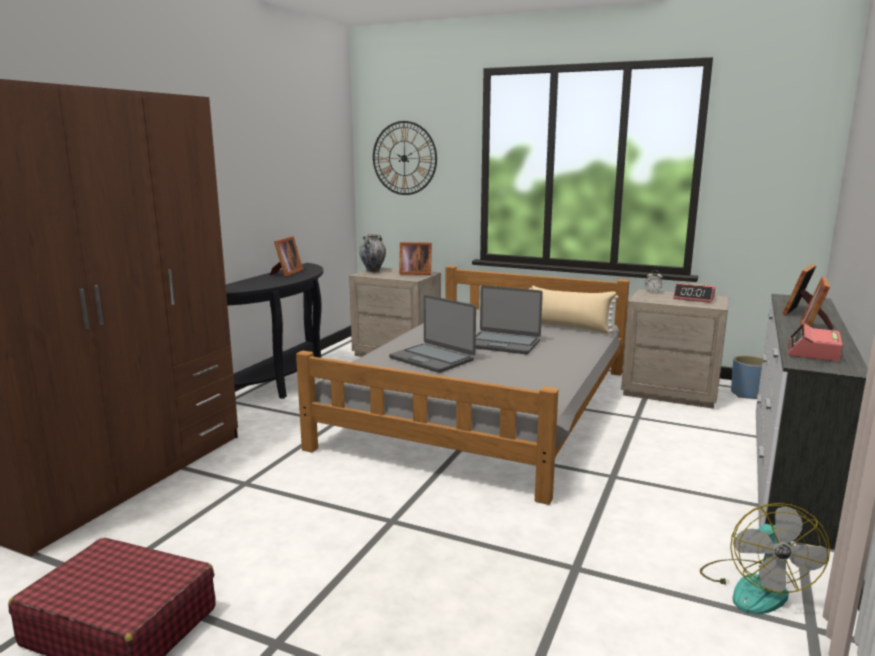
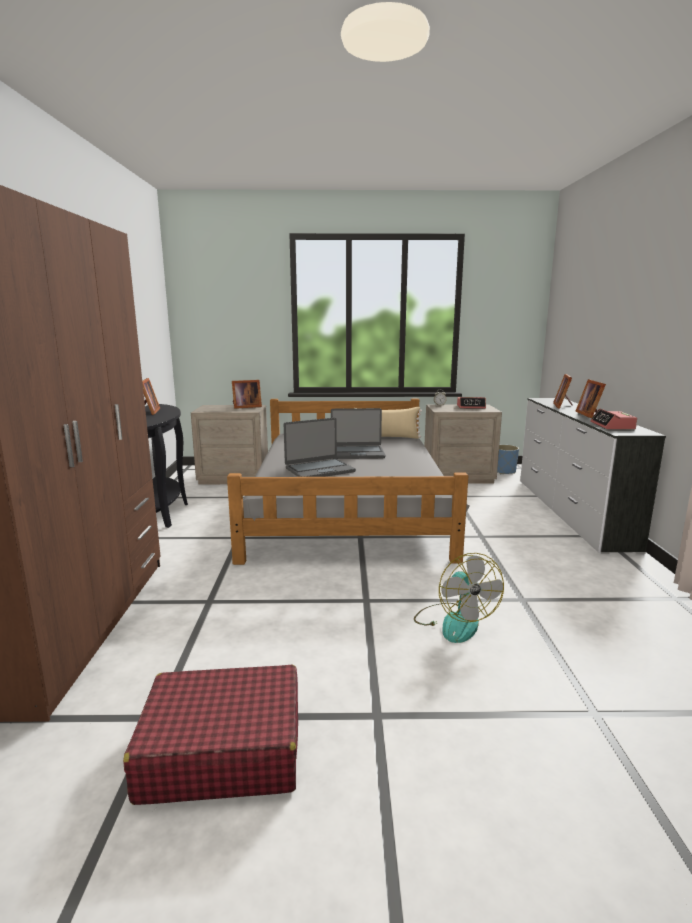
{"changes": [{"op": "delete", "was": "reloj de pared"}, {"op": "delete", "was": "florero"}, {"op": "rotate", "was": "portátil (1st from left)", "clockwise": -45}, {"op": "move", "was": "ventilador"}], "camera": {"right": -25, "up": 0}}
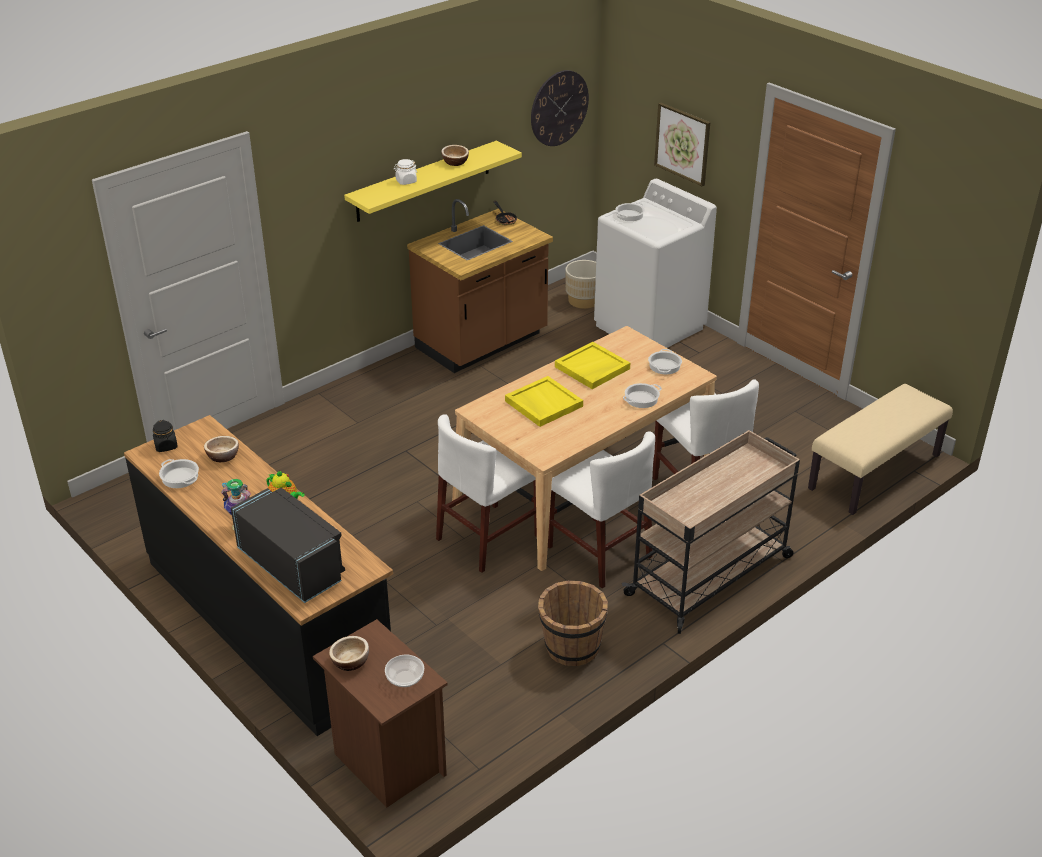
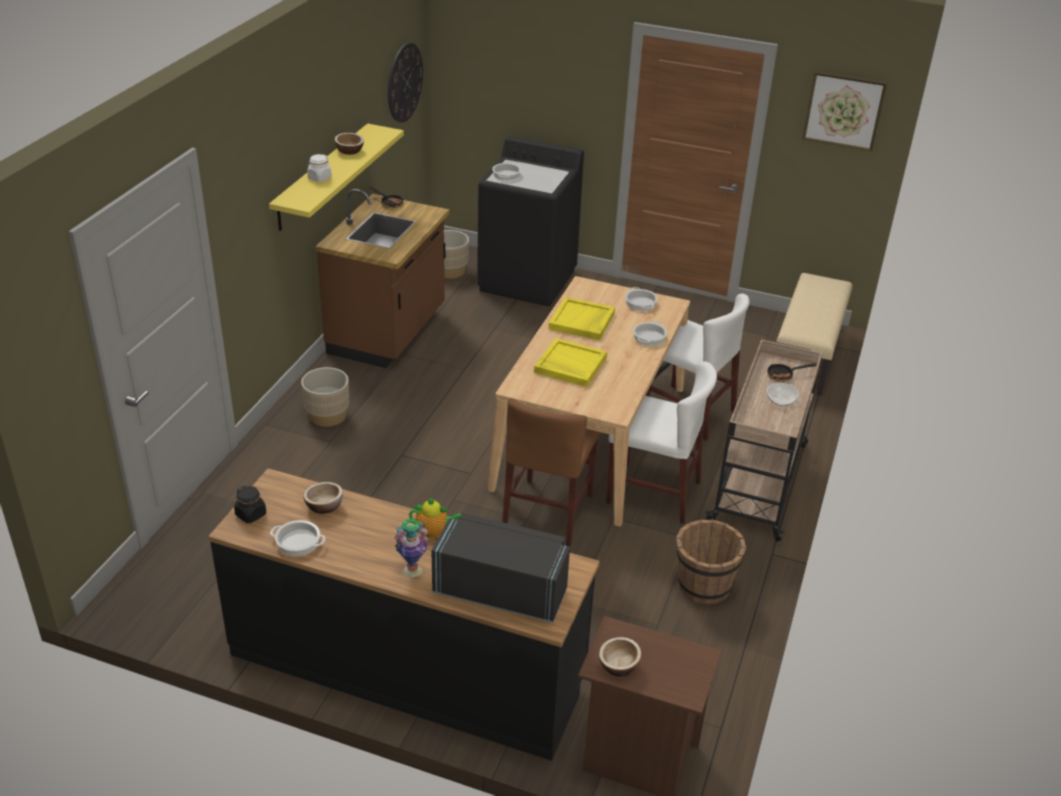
{"changes": [{"op": "move", "was": "cuadro"}, {"op": "recolor", "was": "lavadora (blanco)", "now": "lavadora (negro)"}, {"op": "recolor", "was": "silla (blanco) (1st from left)", "now": "silla (marrón)"}, {"op": "move", "was": "cuenco (3rd from left in the first image)", "now": "cuenco (4th from left)"}, {"op": "insert", "now": "sartén (2nd from left)"}, {"op": "insert", "now": "maceta (beis) (1st from left)"}], "camera": {"right": -30, "up": 0}}
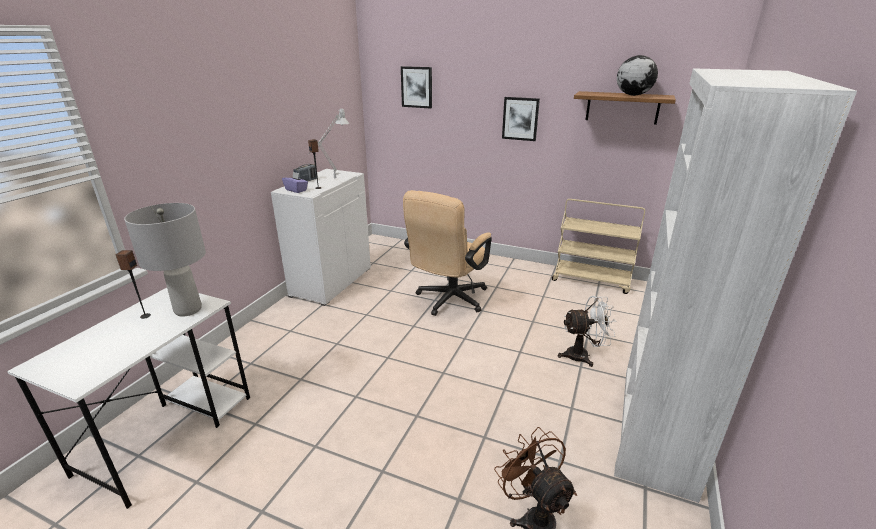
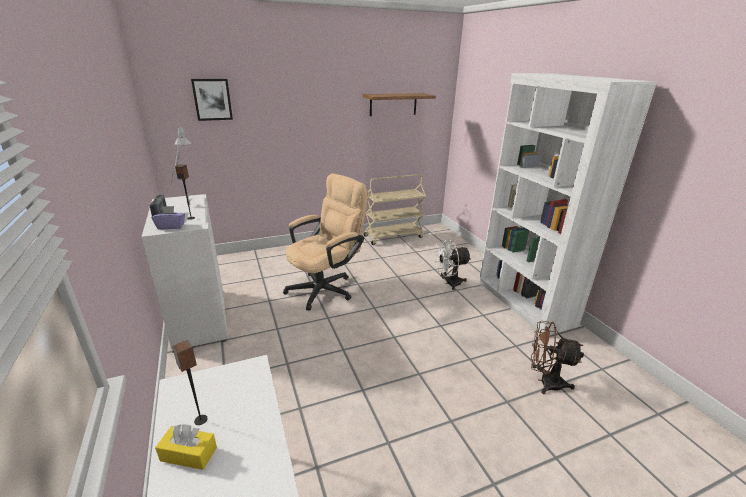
{"changes": [{"op": "delete", "was": "globo terráqueo"}, {"op": "delete", "was": "cuadro (2nd from left)"}, {"op": "rotate", "was": "silla de oficina (beis)", "clockwise": -120}, {"op": "delete", "was": "lámpara de mesa (gris) (1st from left)"}, {"op": "rotate", "was": "ventilador (blanco)", "clockwise": -150}, {"op": "insert", "now": "caja de pañuelos (amarillo)"}], "camera": {"right": -45, "up": 0}}
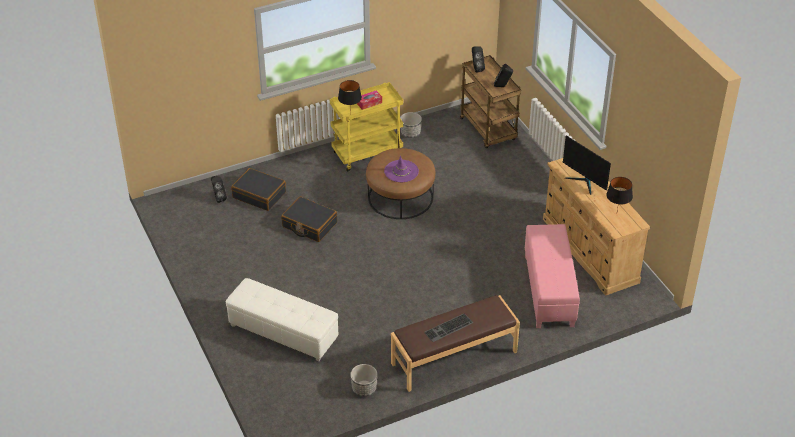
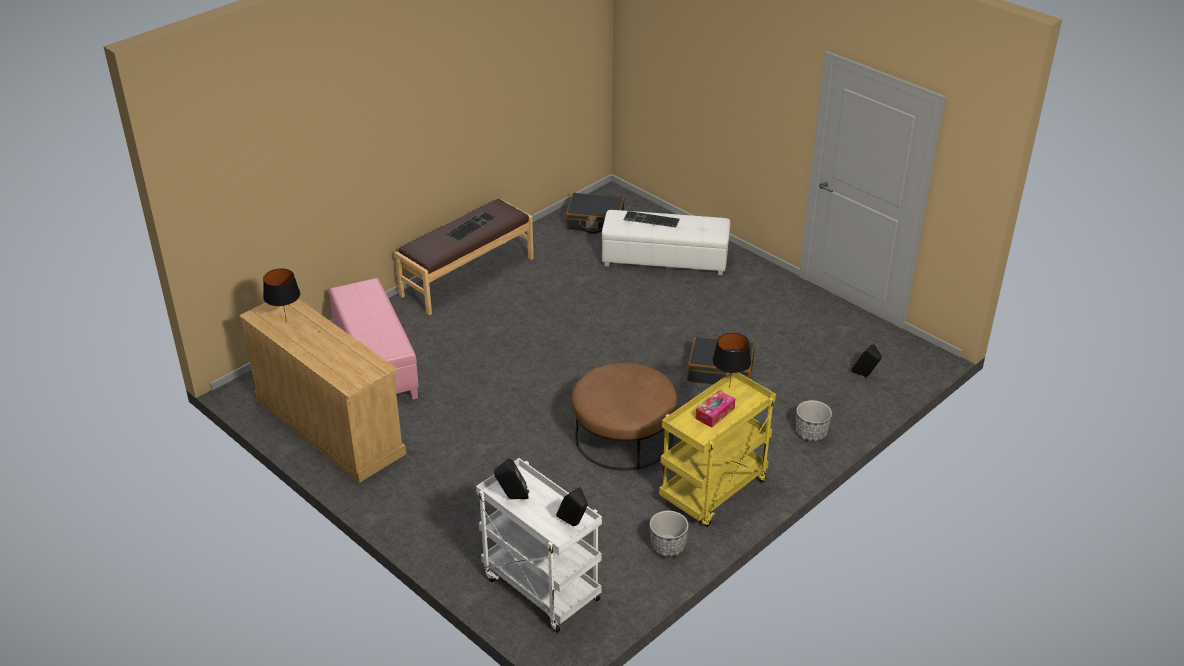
{"changes": [{"op": "recolor", "was": "carrito (marrón)", "now": "carrito (blanco)"}, {"op": "delete", "was": "monitor"}, {"op": "delete", "was": "sombrero (morado)"}, {"op": "move", "was": "maleta (negro) (1st from left)"}, {"op": "move", "was": "maceta (1st from left in the first image)", "now": "maceta (2nd from left)"}, {"op": "insert", "now": "teclado (2nd from left)"}], "camera": {"right": 160, "up": -5}}
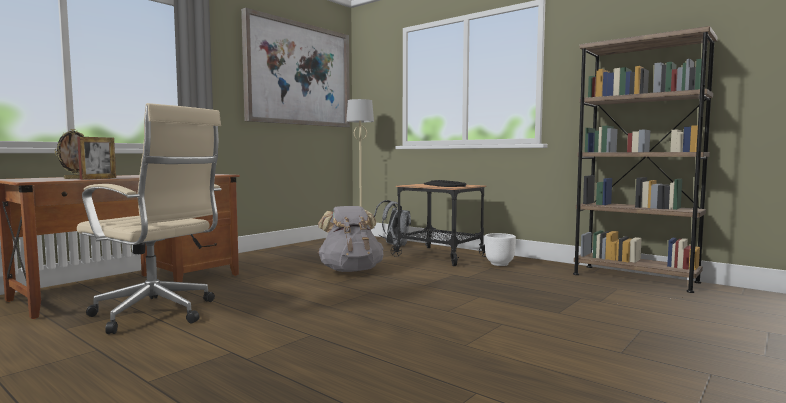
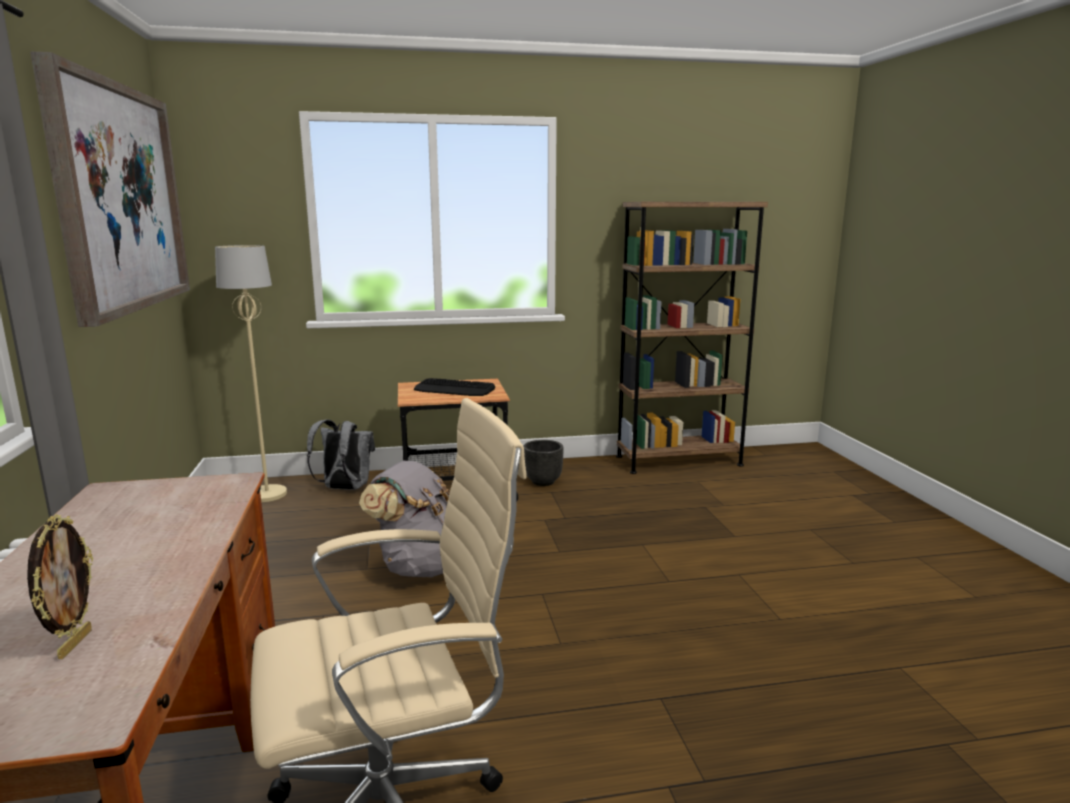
{"changes": [{"op": "delete", "was": "portarretratos (2nd from left)"}, {"op": "recolor", "was": "maceta (blanco)", "now": "maceta (negro)"}], "camera": {"right": -50, "up": 10}}
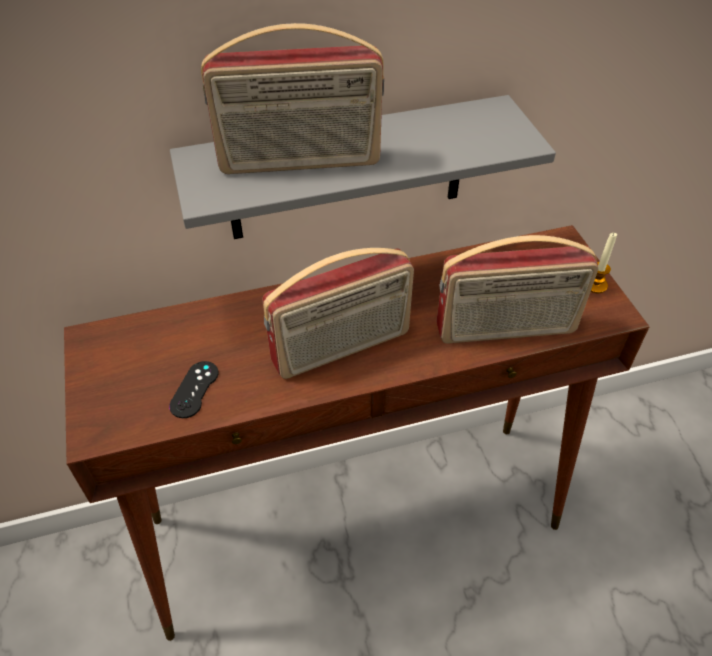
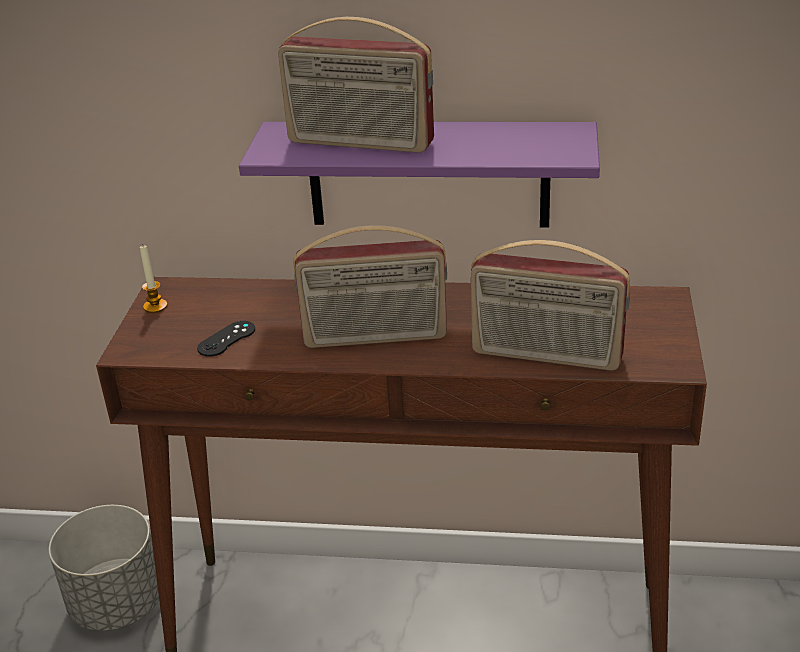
{"changes": [{"op": "recolor", "was": "estante (gris)", "now": "estante (morado)"}, {"op": "move", "was": "vela"}, {"op": "insert", "now": "maceta (gris)"}], "camera": {"right": 25, "up": -15}}
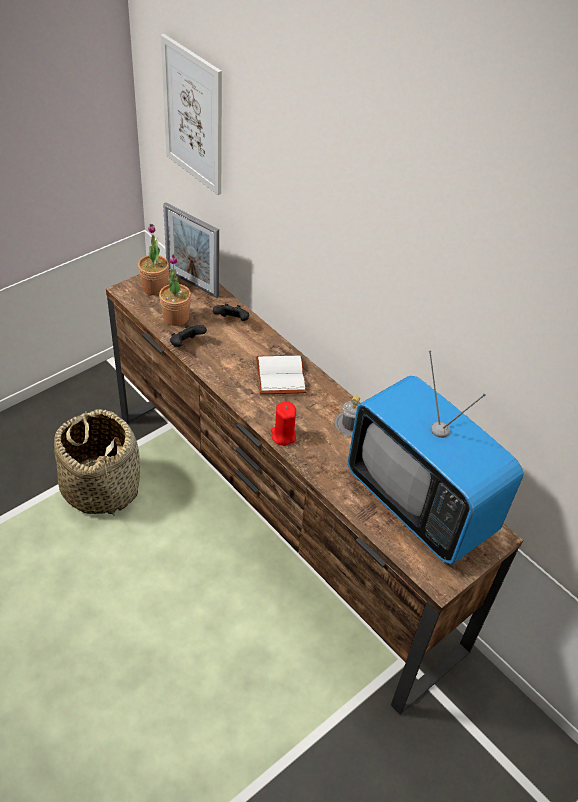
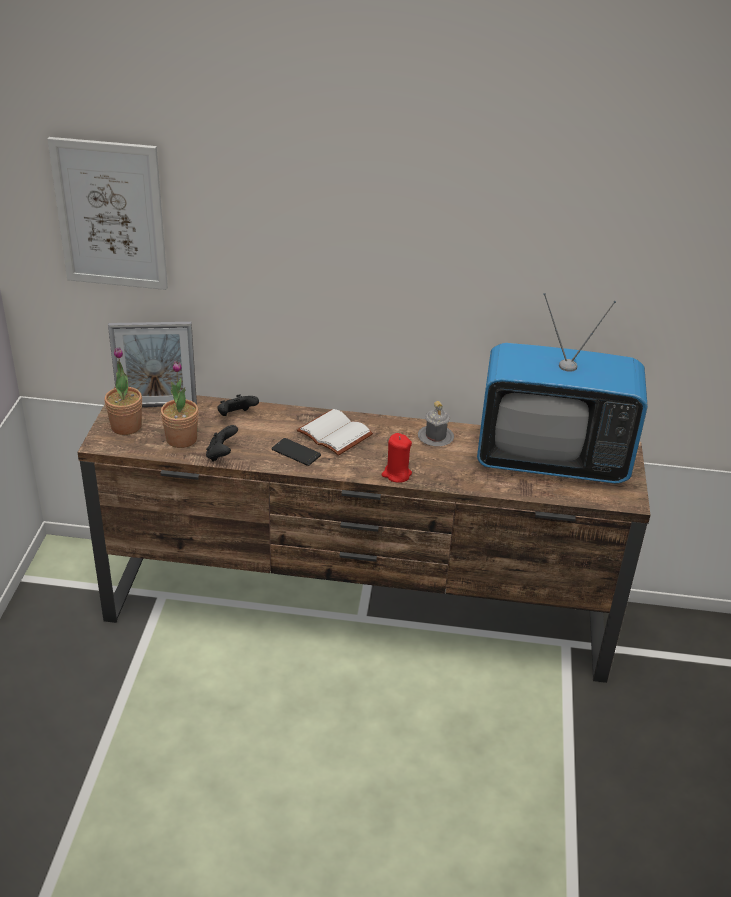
{"changes": [{"op": "delete", "was": "cesta"}, {"op": "insert", "now": "móvil"}], "camera": {"right": -40, "up": -10}}
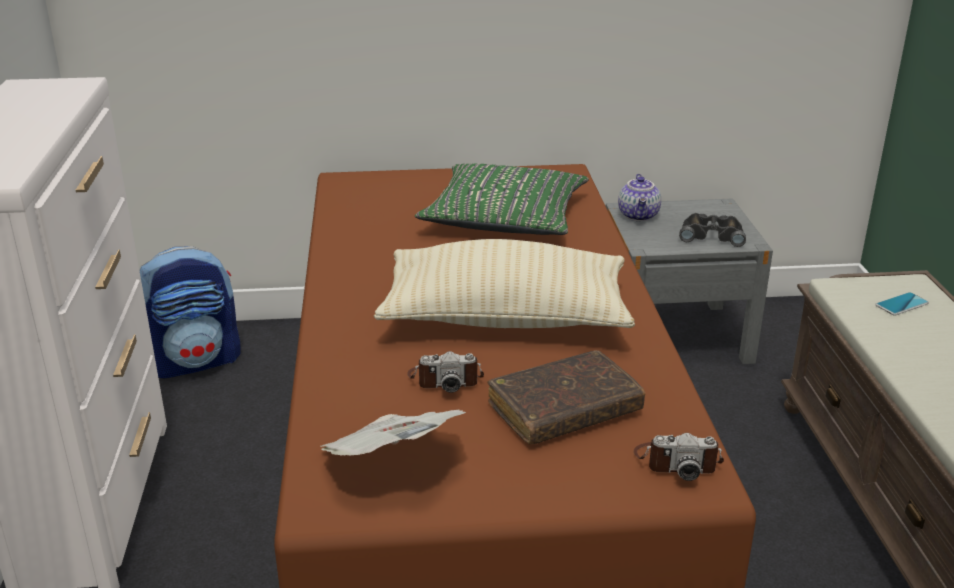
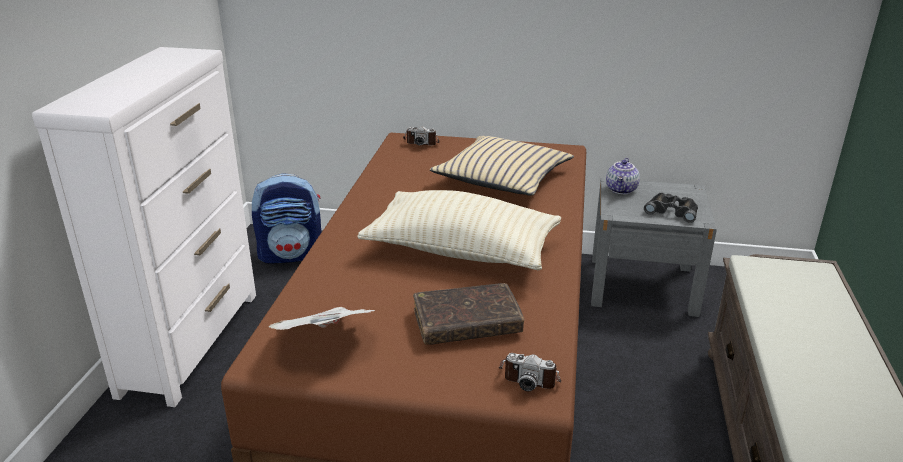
{"changes": [{"op": "recolor", "was": "cojín (verde)", "now": "cojín (beis) (2nd from left)"}, {"op": "delete", "was": "móvil"}, {"op": "move", "was": "cámara (1st from left)"}], "camera": {"right": 15, "up": 0}}
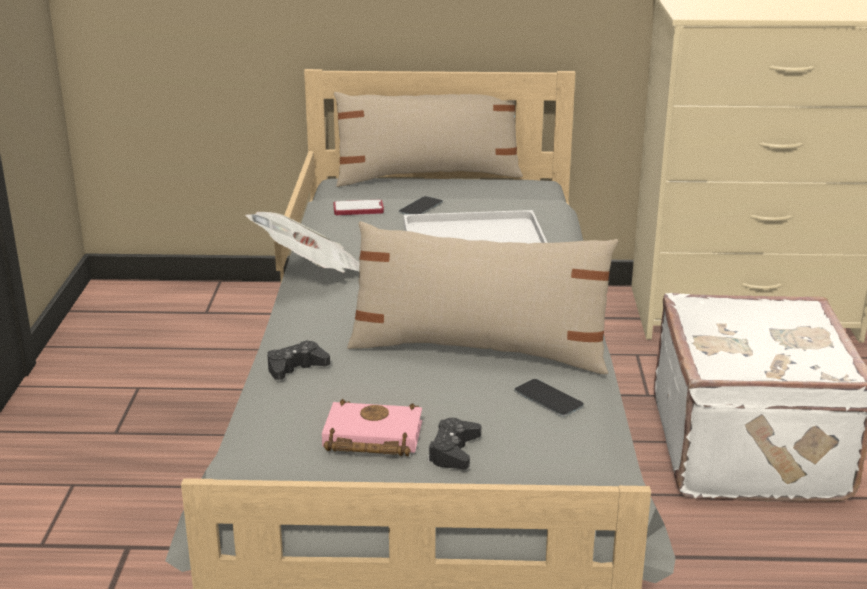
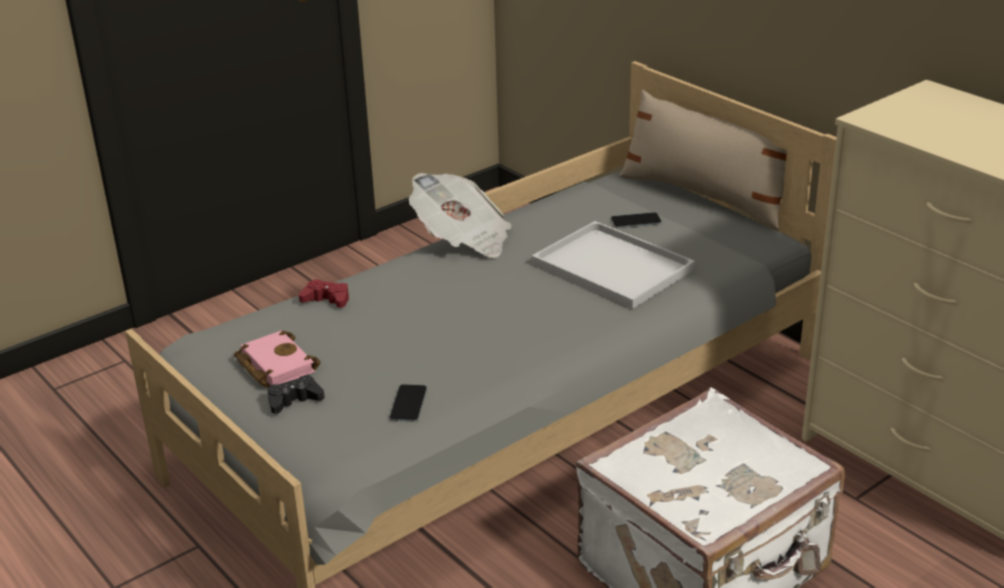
{"changes": [{"op": "delete", "was": "móvil (1st from left)"}, {"op": "delete", "was": "cojín (beis) (2nd from left)"}, {"op": "recolor", "was": "mando de consola (negro) (1st from left)", "now": "mando de consola (rojo)"}], "camera": {"right": 50, "up": 5}}
